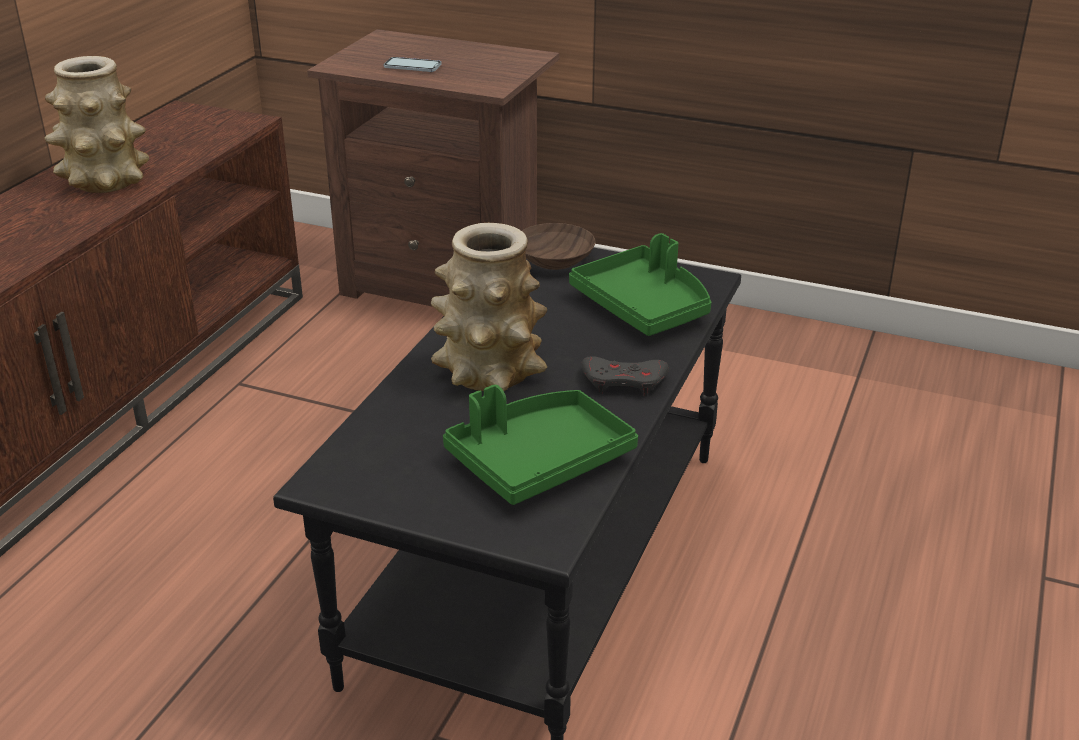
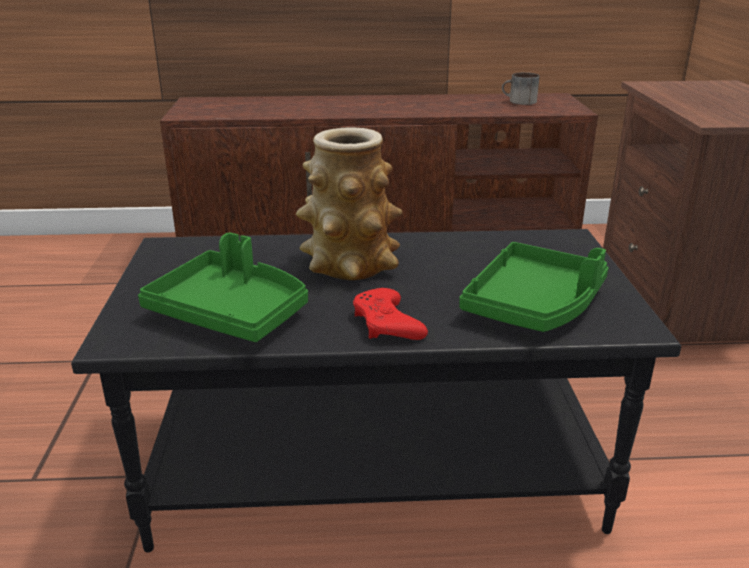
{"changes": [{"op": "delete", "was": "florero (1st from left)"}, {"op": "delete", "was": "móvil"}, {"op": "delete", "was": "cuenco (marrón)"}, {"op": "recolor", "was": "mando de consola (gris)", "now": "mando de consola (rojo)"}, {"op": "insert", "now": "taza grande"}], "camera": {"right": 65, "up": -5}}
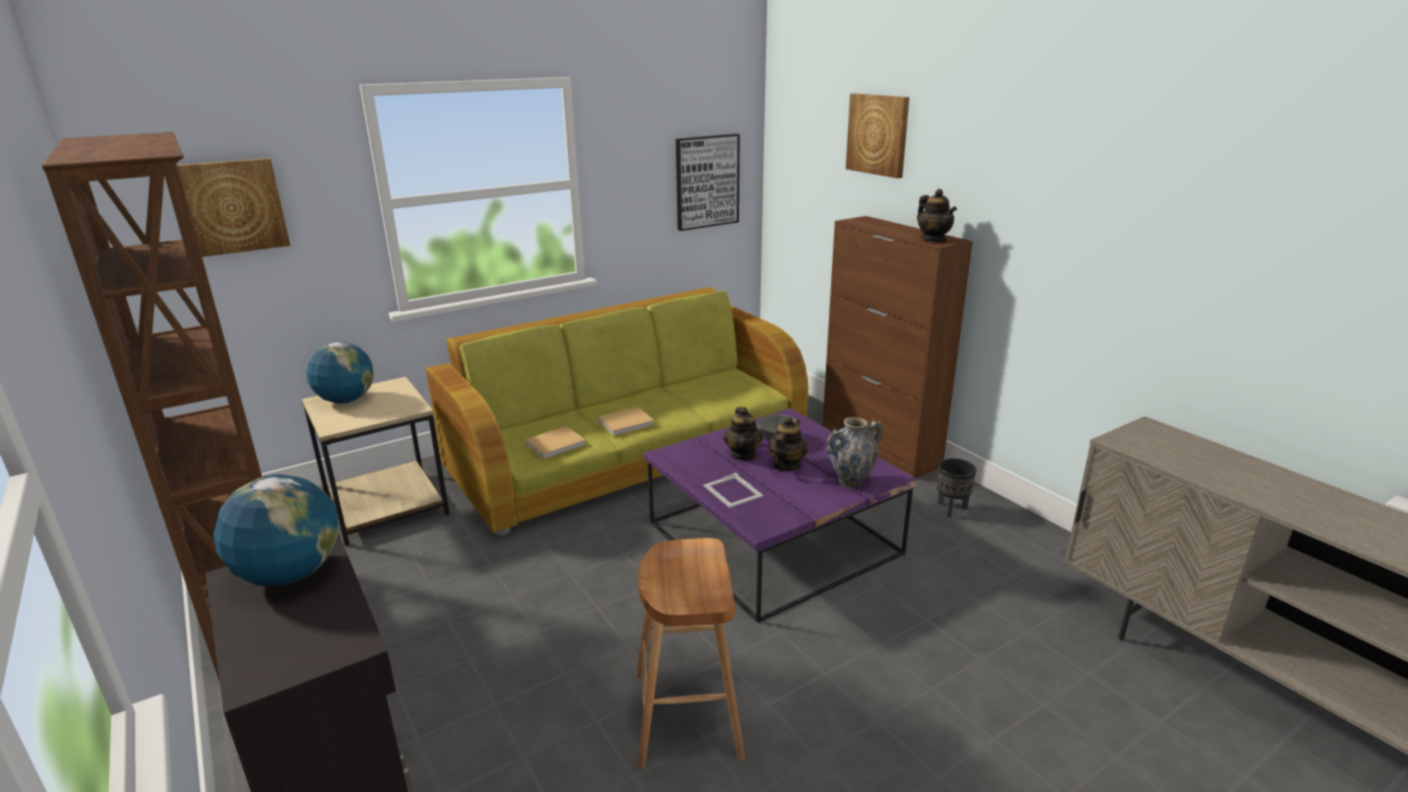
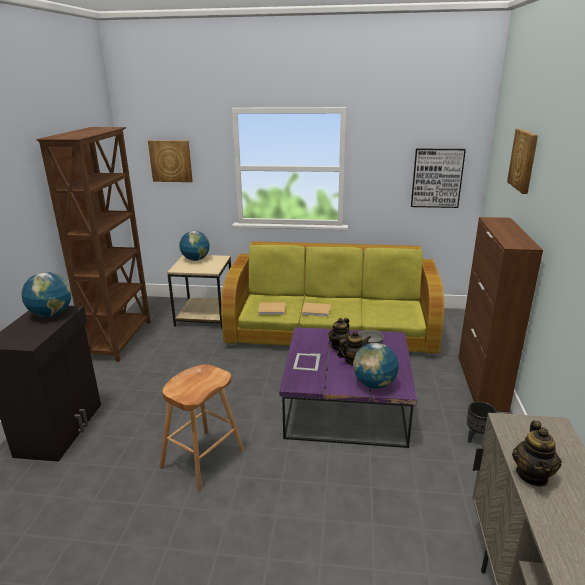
{"changes": [{"op": "move", "was": "tetera (3rd from left)"}, {"op": "replace", "was": "florero", "now": "globo terráqueo (3rd from left)"}], "camera": {"right": 40, "up": 0}}
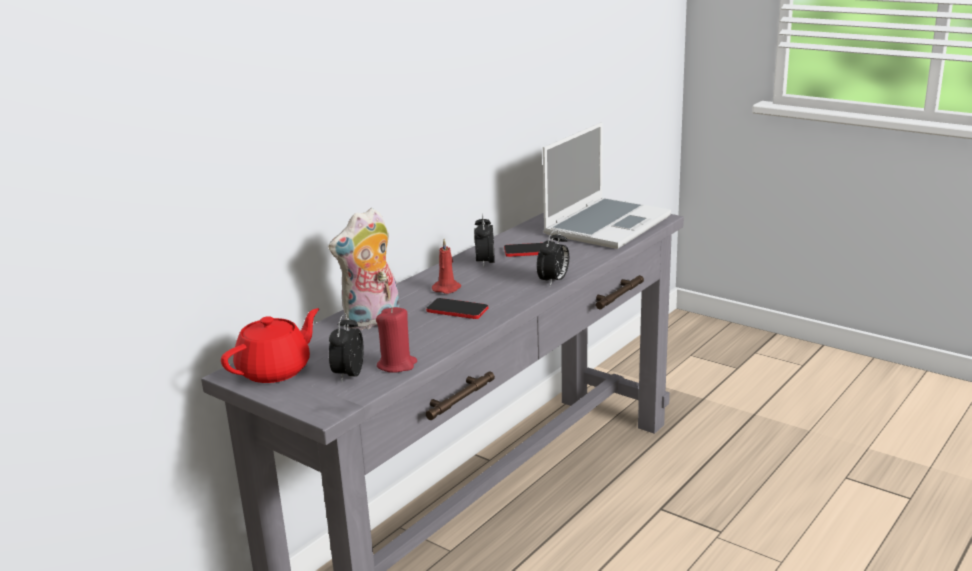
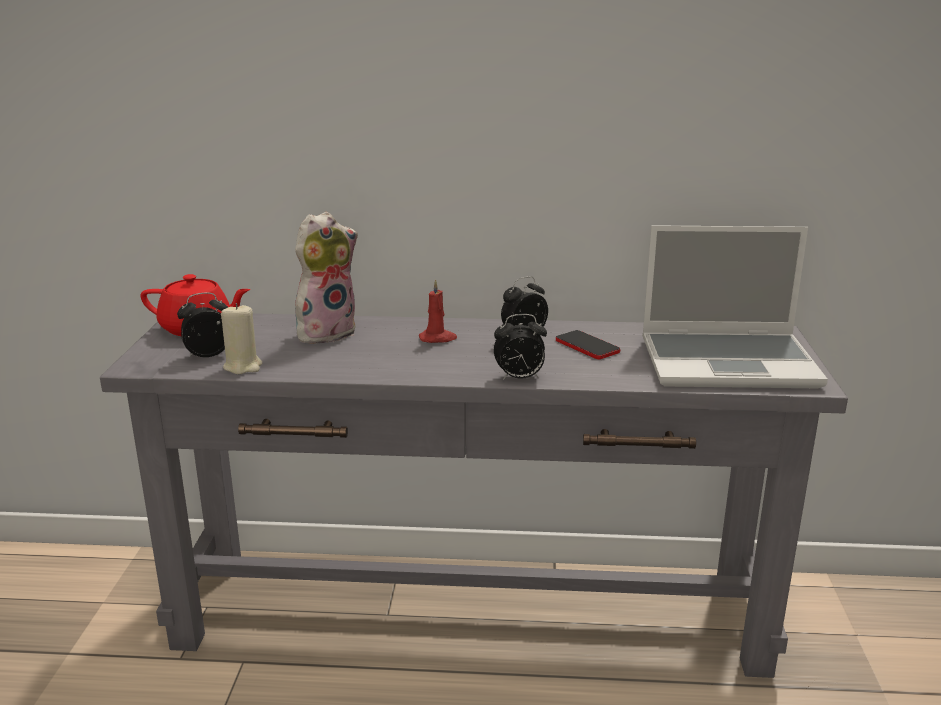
{"changes": [{"op": "rotate", "was": "peluche", "clockwise": 120}, {"op": "delete", "was": "móvil (1st from left)"}, {"op": "recolor", "was": "vela (rojo) (1st from left)", "now": "vela (beis)"}], "camera": {"right": 55, "up": 0}}
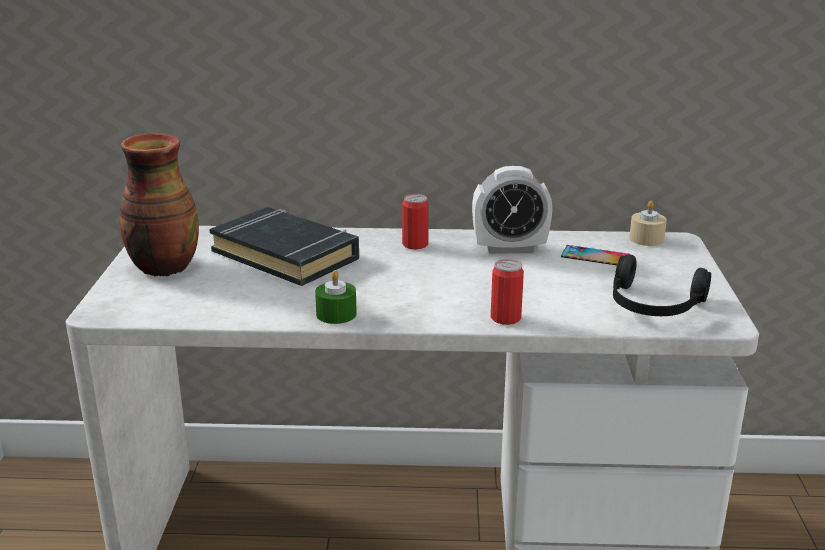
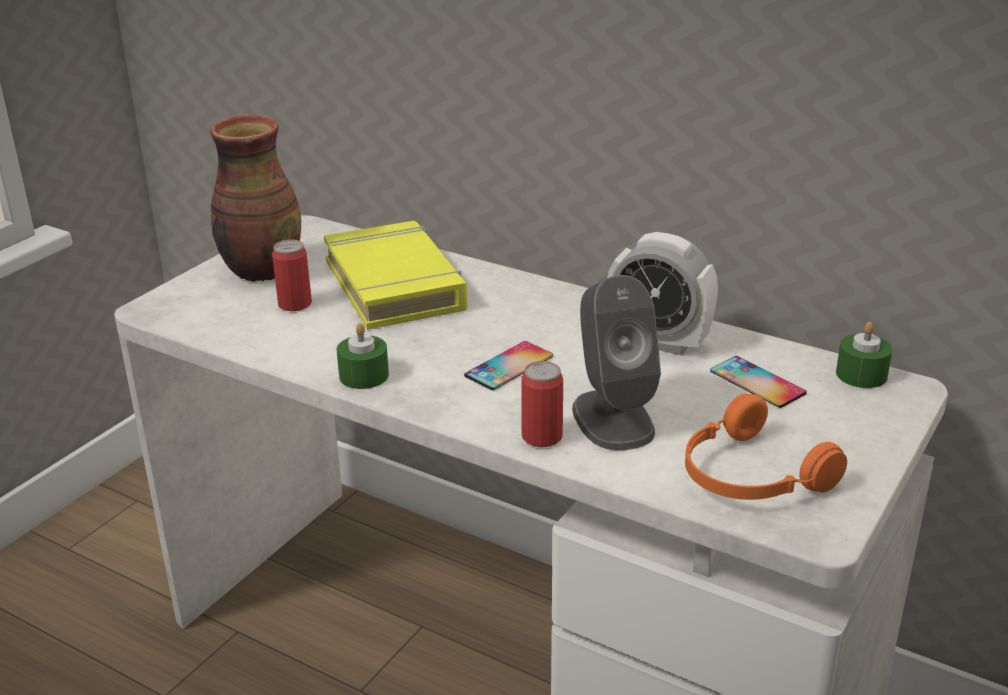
{"changes": [{"op": "move", "was": "lata (1st from left)"}, {"op": "recolor", "was": "vela (beis)", "now": "vela (verde) (2nd from left)"}, {"op": "recolor", "was": "libro (negro)", "now": "libro (amarillo)"}, {"op": "recolor", "was": "auriculares (negro)", "now": "auriculares (naranja)"}, {"op": "insert", "now": "altavoz (gris)"}, {"op": "insert", "now": "móvil (1st from left)"}], "camera": {"right": 30, "up": 5}}
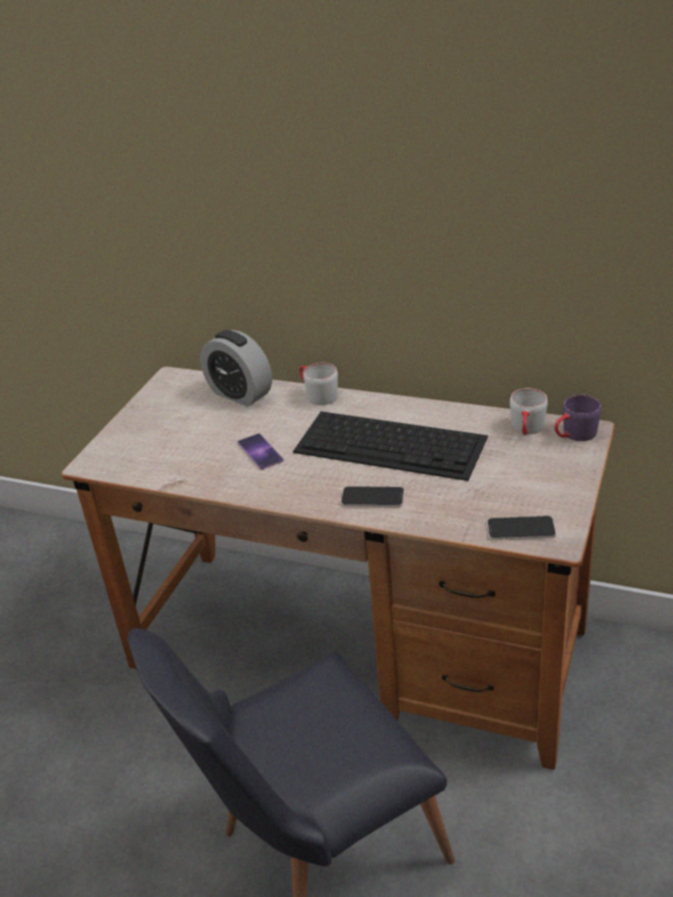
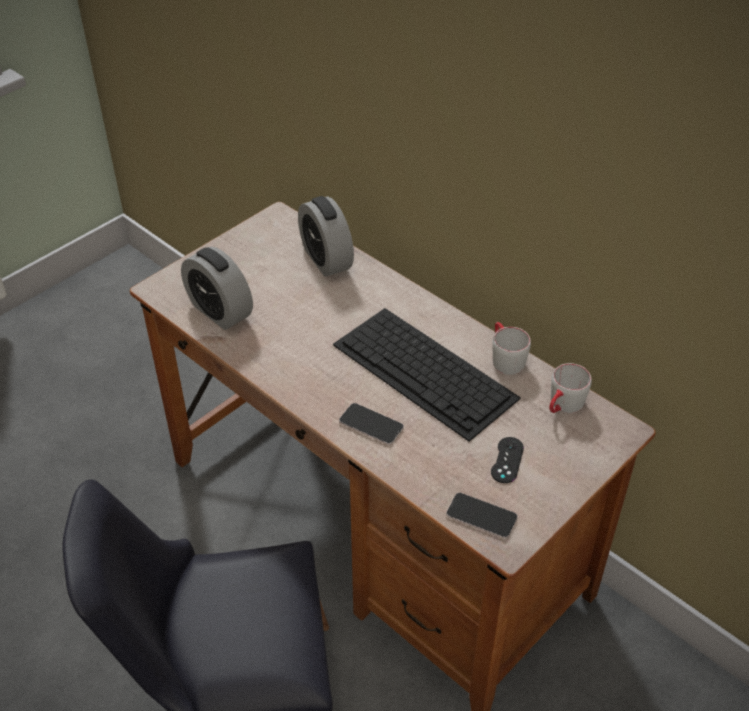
{"changes": [{"op": "move", "was": "taza grande (gris) (1st from left)"}, {"op": "delete", "was": "taza grande (morado)"}, {"op": "delete", "was": "móvil (1st from left)"}, {"op": "insert", "now": "despertador (1st from left)"}, {"op": "insert", "now": "mando de consola (negro)"}], "camera": {"right": 20, "up": 10}}
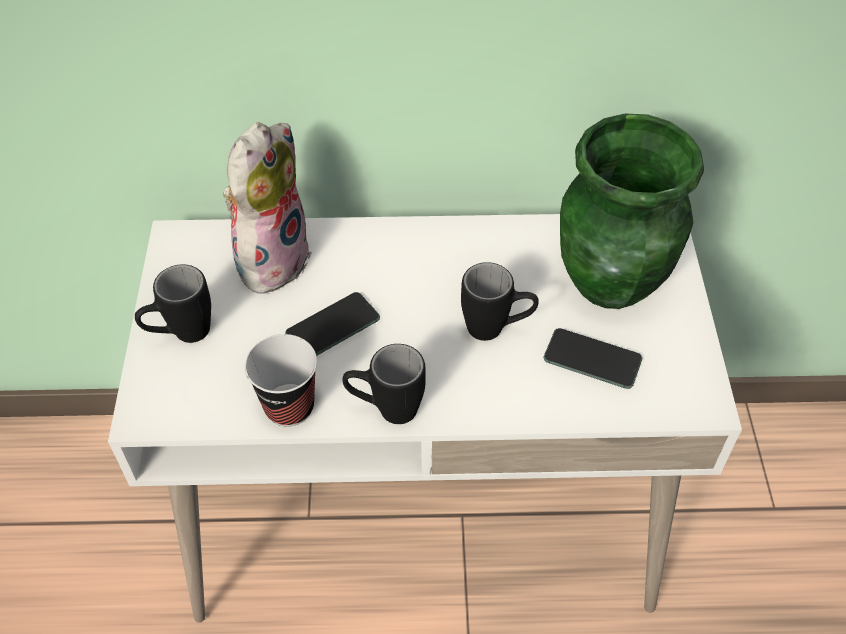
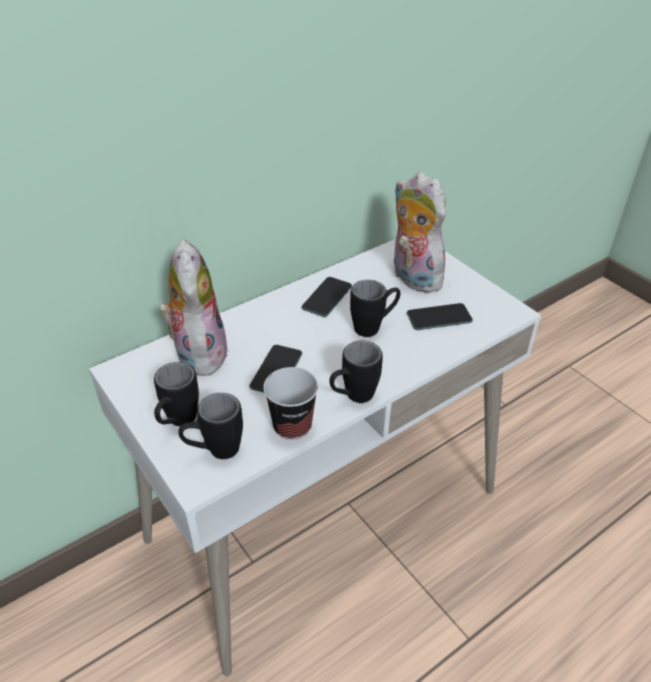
{"changes": [{"op": "replace", "was": "florero (verde)", "now": "peluche (2nd from left)"}, {"op": "insert", "now": "móvil (2nd from left)"}, {"op": "insert", "now": "taza grande (negro) (2nd from left)"}], "camera": {"right": -35, "up": -10}}
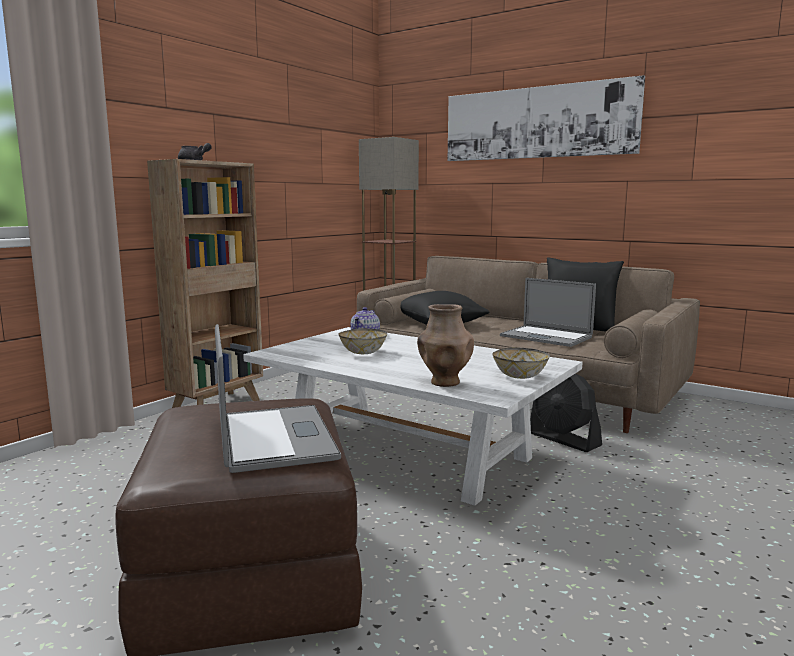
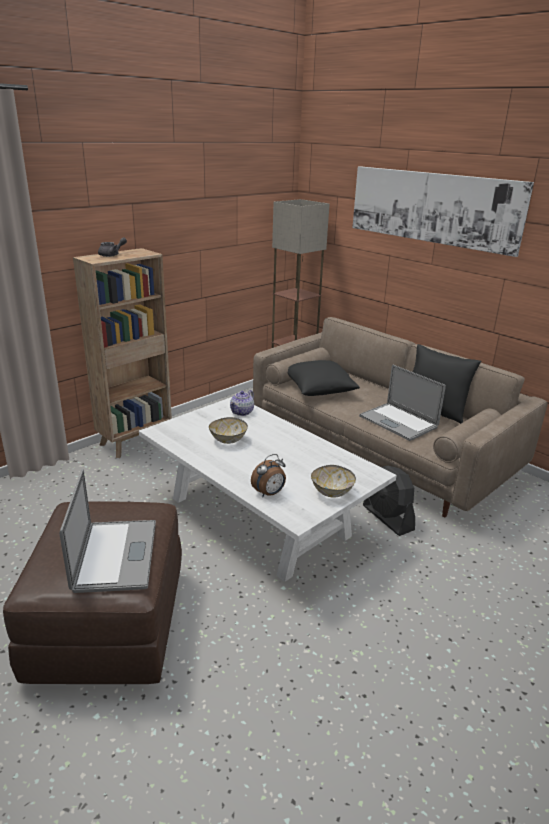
{"changes": [{"op": "replace", "was": "florero (marrón)", "now": "despertador"}], "camera": {"right": 10, "up": 15}}
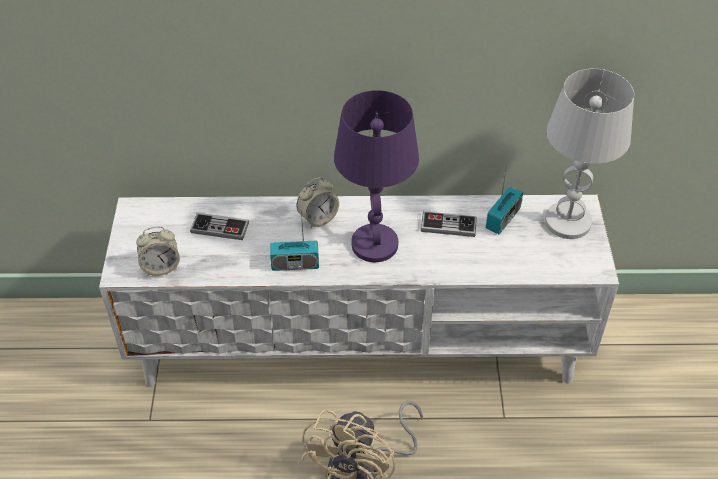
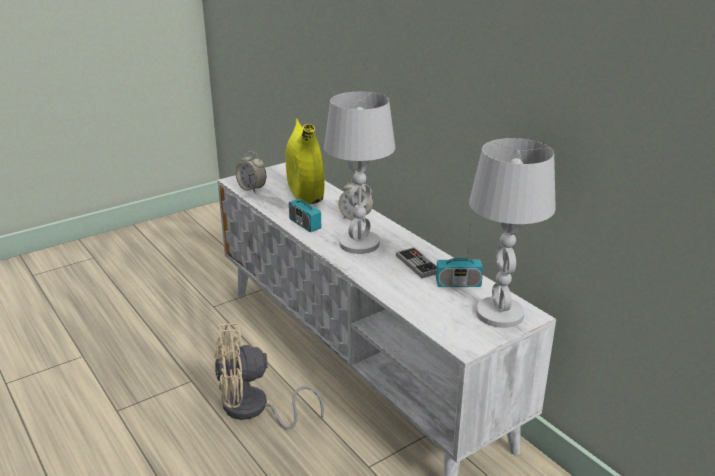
{"changes": [{"op": "recolor", "was": "lámpara de mesa (morado)", "now": "lámpara de mesa (blanco) (1st from left)"}, {"op": "replace", "was": "mando de consola (1st from left)", "now": "florero (amarillo)"}], "camera": {"right": 55, "up": -20}}
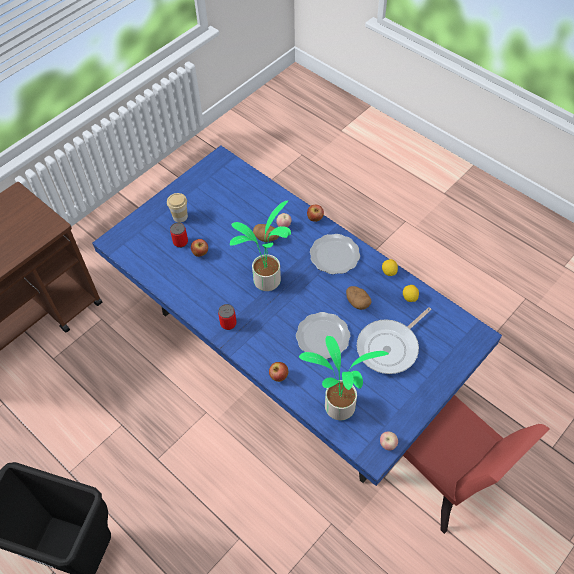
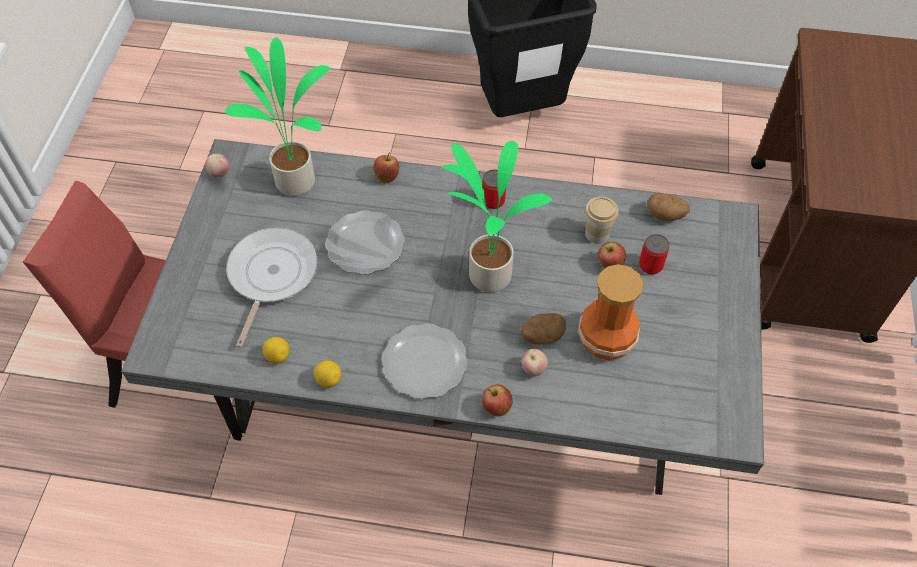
{"changes": [{"op": "recolor", "was": "mesa de comedor (azul)", "now": "mesa de comedor (gris)"}, {"op": "move", "was": "taza"}, {"op": "move", "was": "patata (2nd from left)"}, {"op": "insert", "now": "florero"}], "camera": {"right": 145, "up": 0}}
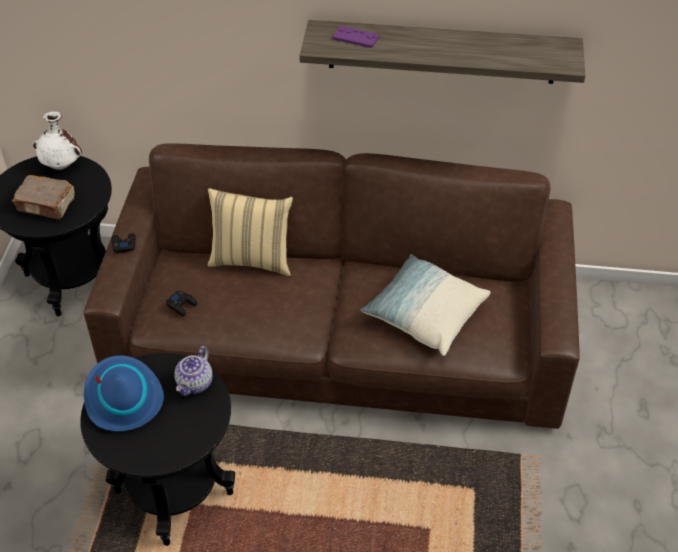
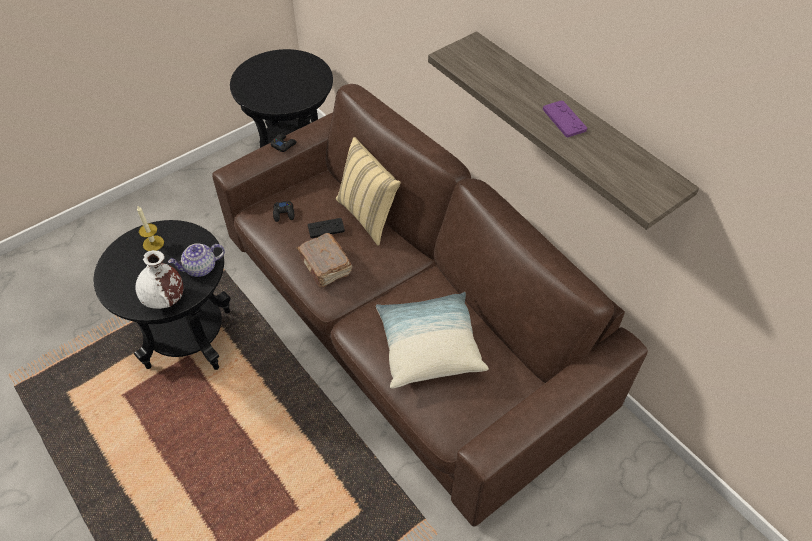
{"changes": [{"op": "move", "was": "mando de consola (morado)"}, {"op": "move", "was": "florero (blanco)"}, {"op": "move", "was": "libro (marrón)"}, {"op": "replace", "was": "sombrero (azul)", "now": "vela"}, {"op": "insert", "now": "mando de consola (negro) (3rd from left)"}], "camera": {"right": 45, "up": 5}}
